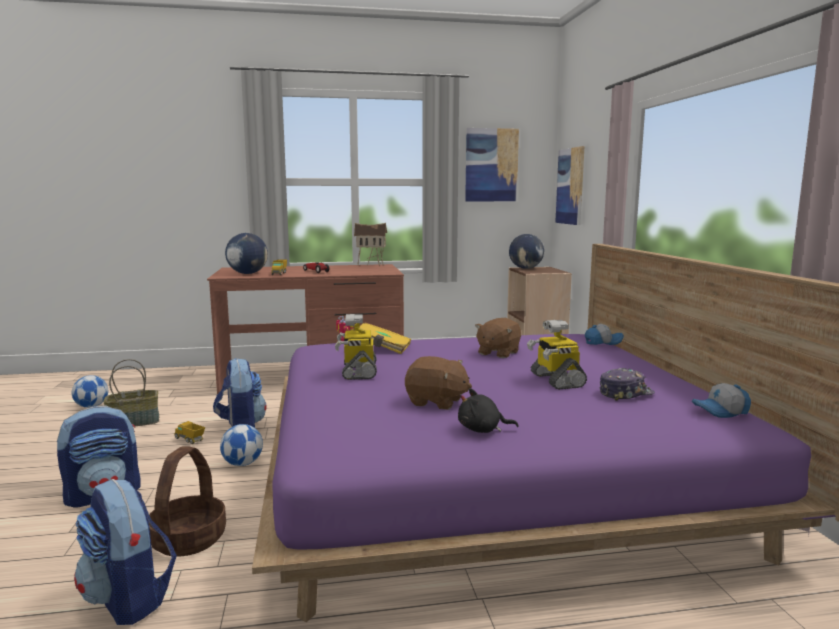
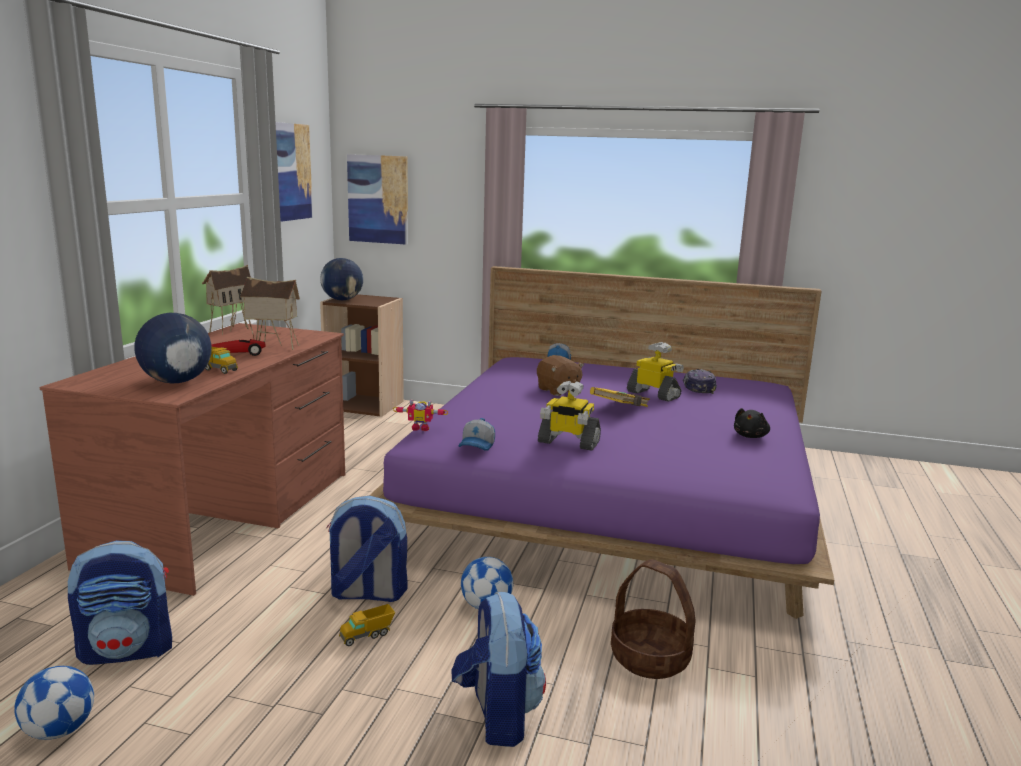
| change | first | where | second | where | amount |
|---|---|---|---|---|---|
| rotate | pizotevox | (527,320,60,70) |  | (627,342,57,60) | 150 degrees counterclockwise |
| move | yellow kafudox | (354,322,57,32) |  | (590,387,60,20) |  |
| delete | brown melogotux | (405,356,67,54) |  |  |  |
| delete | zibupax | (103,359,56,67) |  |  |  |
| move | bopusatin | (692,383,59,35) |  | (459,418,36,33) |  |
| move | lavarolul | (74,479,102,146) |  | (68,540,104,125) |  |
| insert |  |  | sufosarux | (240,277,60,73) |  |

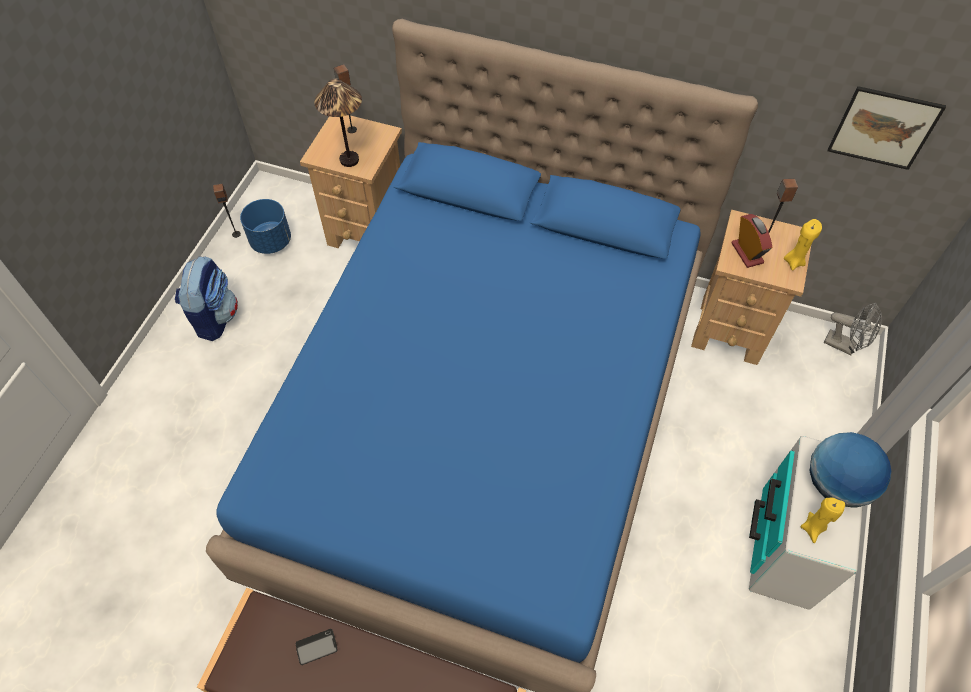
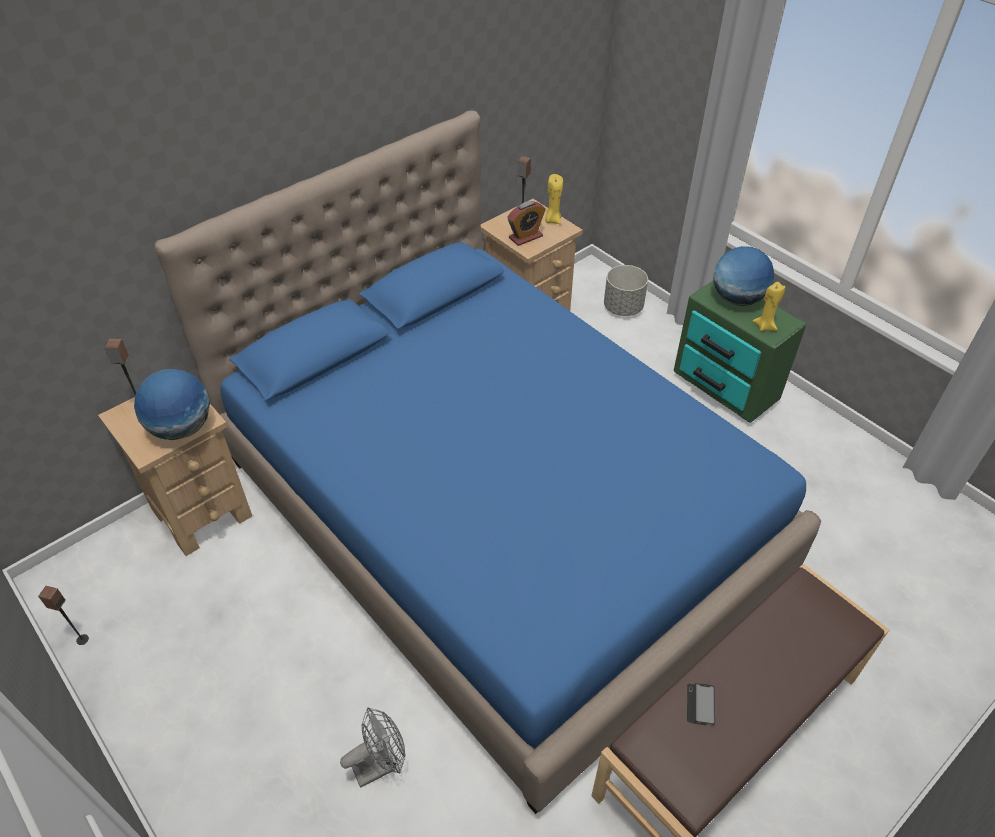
| change | first | where | second | where | amount |
|---|---|---|---|---|---|
| replace | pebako | (314,79,48,88) | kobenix | (134,369,76,71) |  |
| delete | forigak | (828,86,118,84) |  |  |  |
| delete | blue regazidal | (240,199,51,55) |  |  |  |
| rotate | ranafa | (731,214,41,54) |  | (507,201,39,45) | 135 degrees clockwise |
| delete | lavarolul | (175,256,63,85) |  |  |  |
| move | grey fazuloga | (824,303,58,52) |  | (340,707,66,81) |  |
| recolor | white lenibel | (749,436,114,174) | green lenibel | (674,281,132,141) |  |
| insert |  |  | grey regazidal | (604,265,44,51) |  |

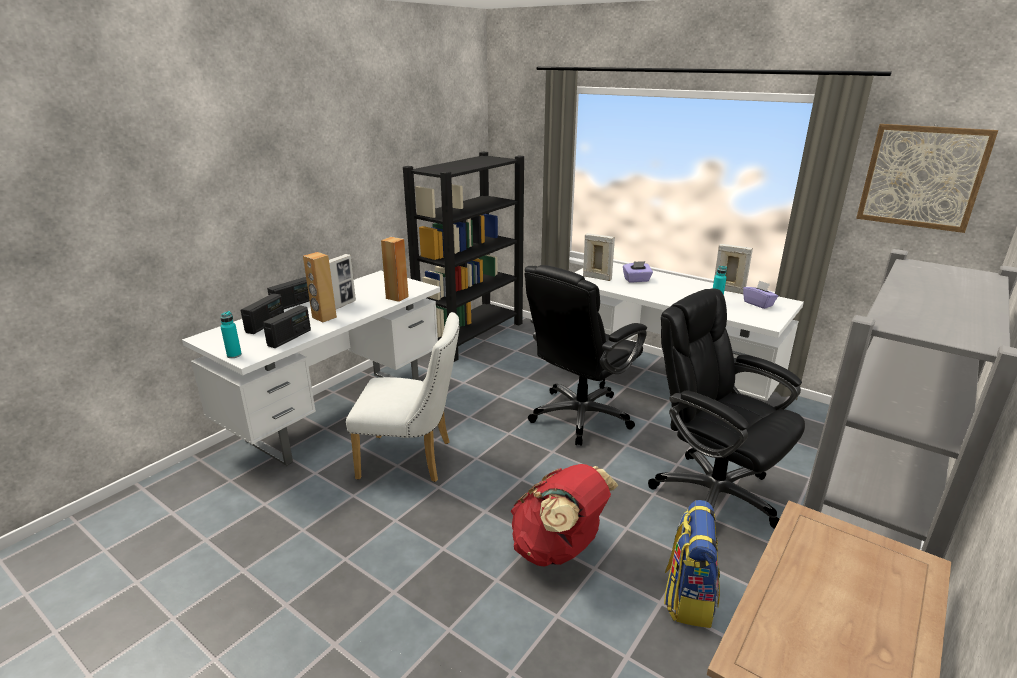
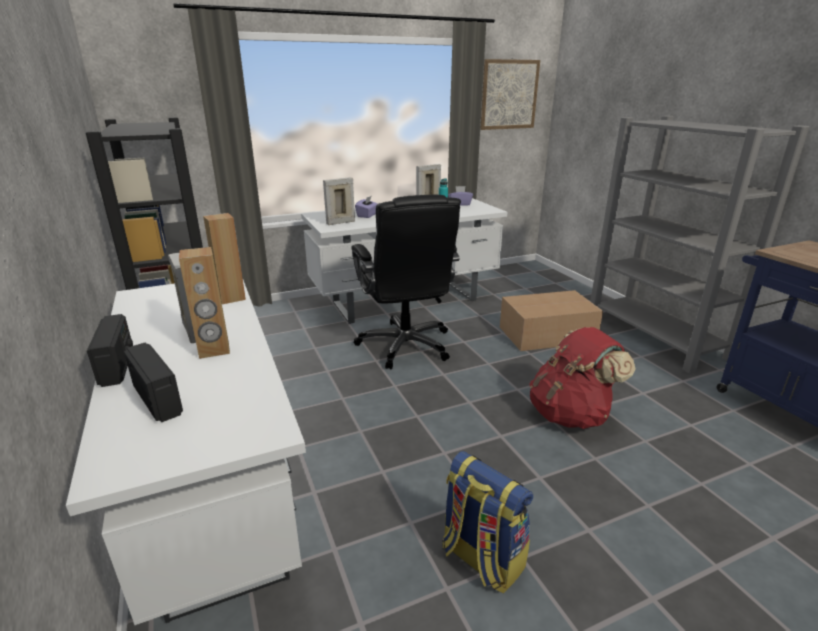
| change | first | where | second | where | amount |
|---|---|---|---|---|---|
| replace | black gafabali | (648,288,157,241) | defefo | (500,290,103,61) |  |
| delete | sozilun | (263,305,48,43) |  |  |  |
| delete | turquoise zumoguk | (220,311,22,47) |  |  |  |
| delete | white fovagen | (346,312,114,170) |  |  |  |
| move | lavarolul | (664,500,56,128) |  | (442,451,91,142) |  |

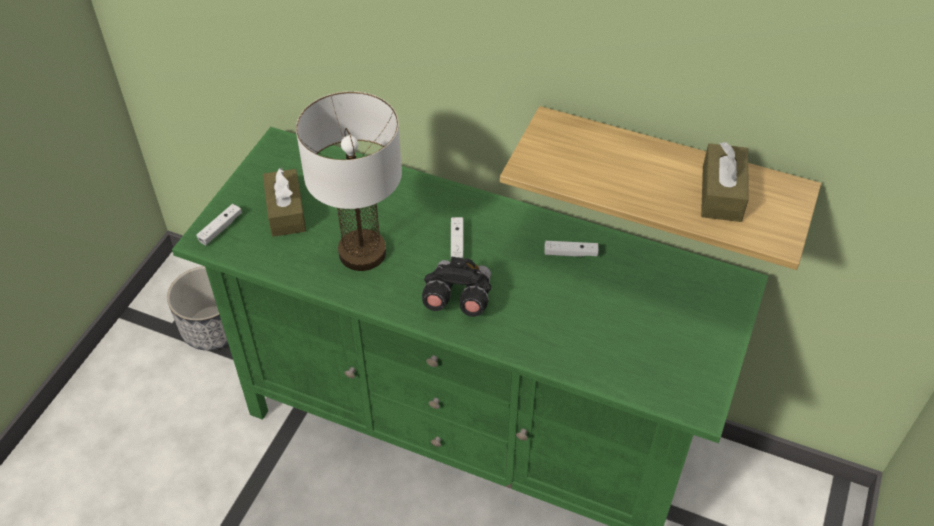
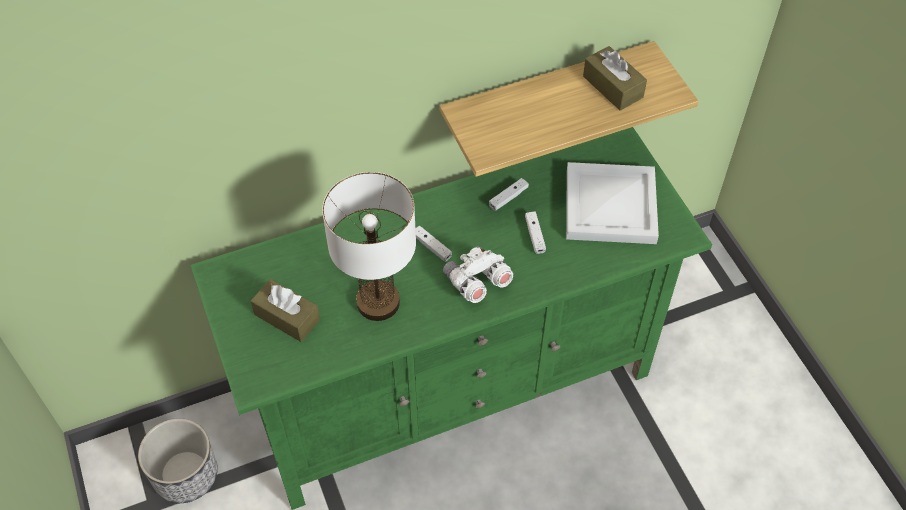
| change | first | where | second | where | amount |
|---|---|---|---|---|---|
| move | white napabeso | (197,204,45,41) |  | (525,211,21,43) |  |
| recolor | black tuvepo | (422,257,70,60) | white tuvepo | (443,246,70,57) |  |
| insert |  |  | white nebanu | (566,162,93,82) |  |

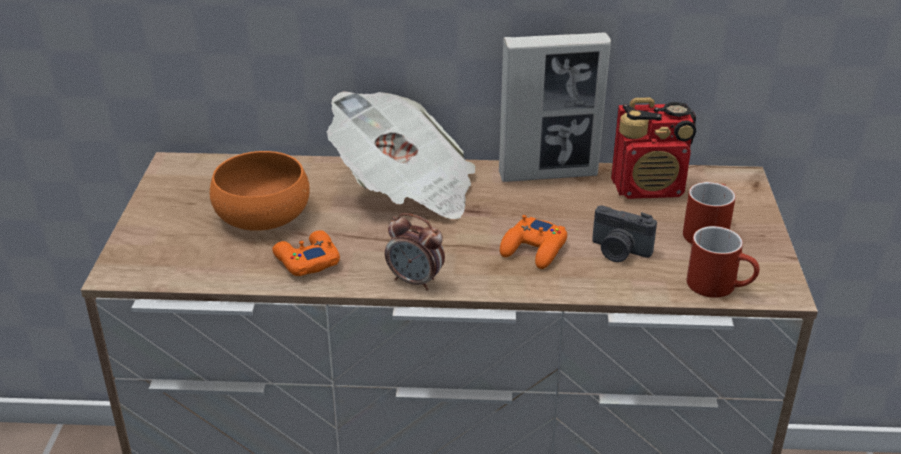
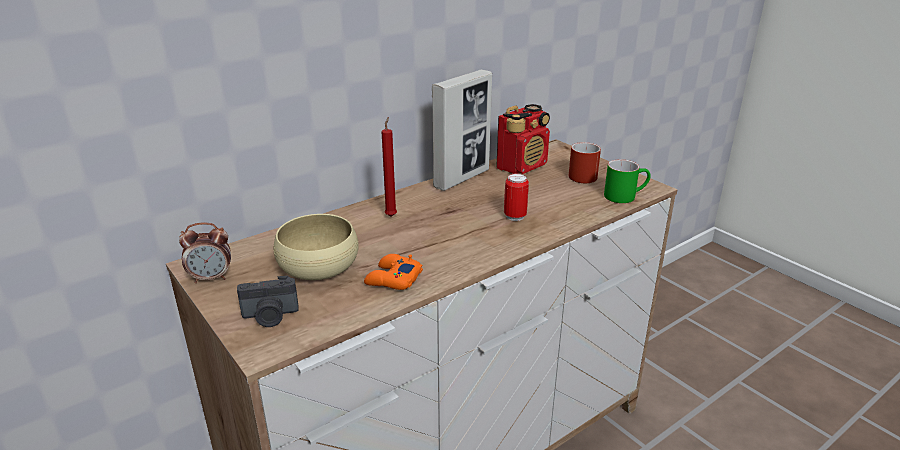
| change | first | where | second | where | amount |
|---|---|---|---|---|---|
| replace | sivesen | (327,91,149,128) | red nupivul | (382,117,15,100) |  |
| recolor | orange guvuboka | (210,151,100,80) | beige guvuboka | (273,214,86,66) |  |
| move | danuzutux | (592,205,65,57) |  | (237,276,62,51) |  |
| move | ranafa | (385,213,60,77) |  | (179,222,52,61) |  |
| replace | orange napabeso | (500,215,67,54) | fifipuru | (504,173,25,48) |  |
| recolor | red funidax | (687,226,73,72) | green funidax | (604,159,47,44) |  |

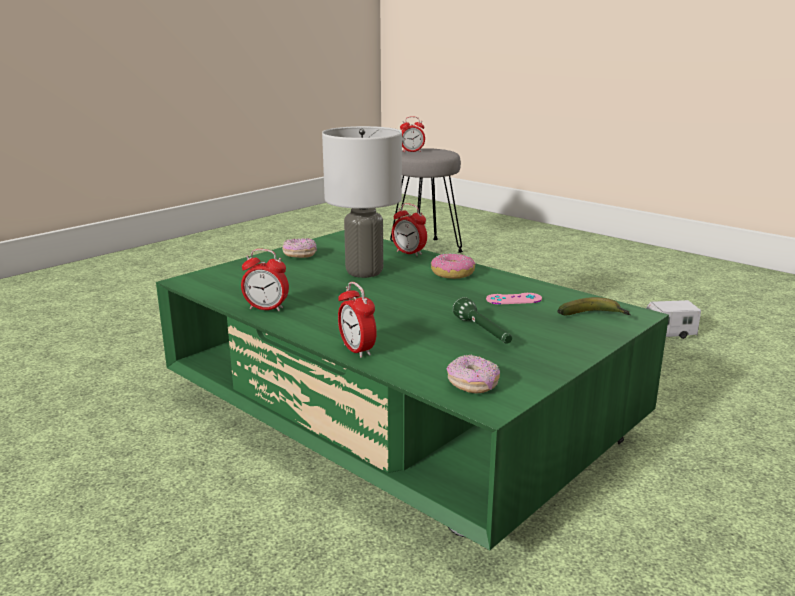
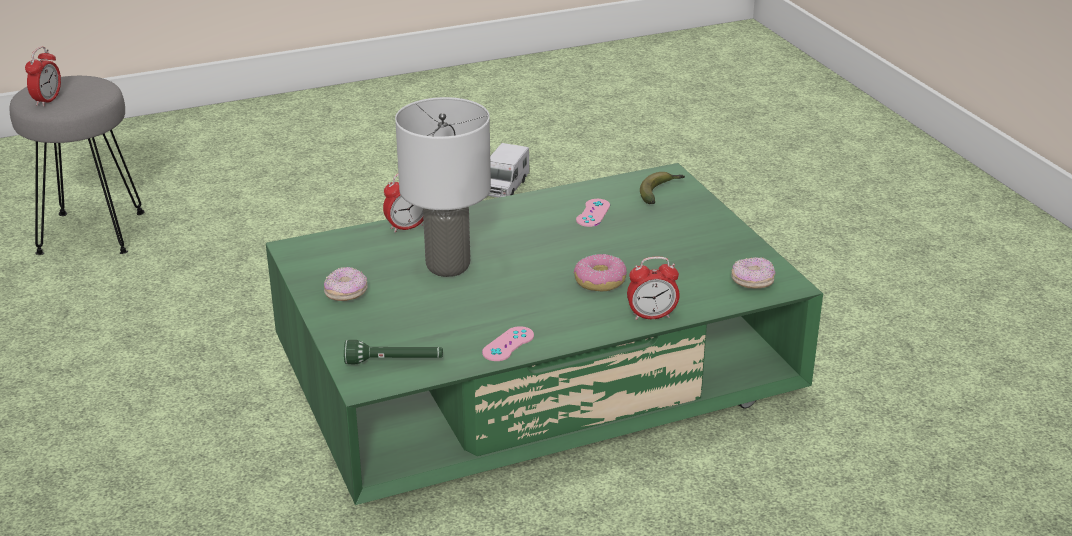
| change | first | where | second | where | amount |
|---|---|---|---|---|---|
| replace | ranafa | (241,249,48,62) | pink napabeso | (482,326,52,35) |  |
| move | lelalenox | (431,253,44,26) |  | (574,254,53,37) |  |
| move | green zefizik | (453,297,59,46) |  | (344,340,99,24) |  |

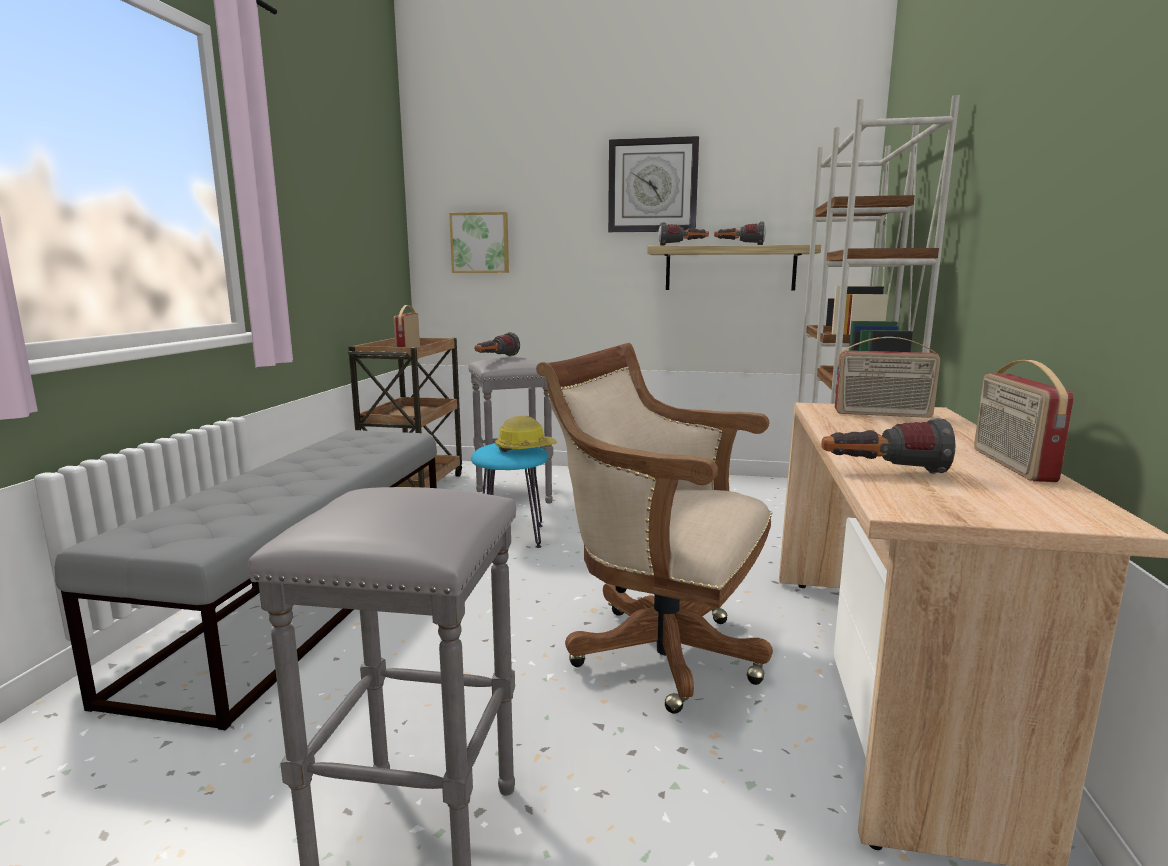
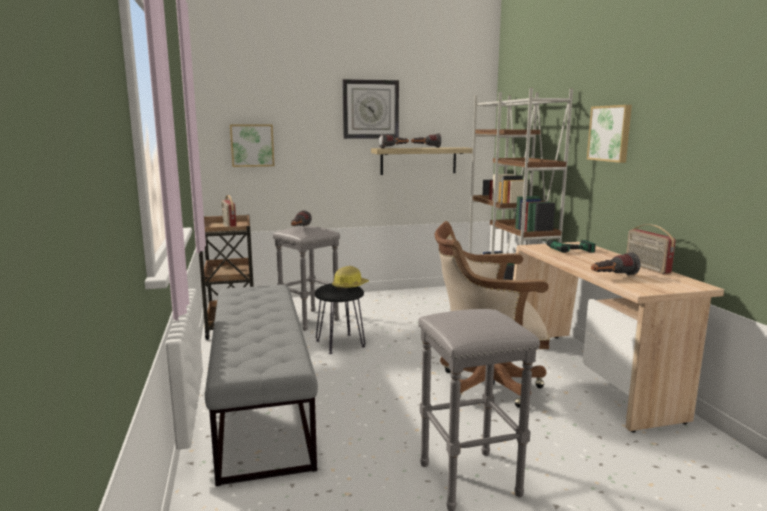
| change | first | where | second | where | amount |
|---|---|---|---|---|---|
| replace | sozilun | (835,337,105,81) | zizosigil | (545,240,51,13) |  |
| recolor | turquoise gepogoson | (471,444,77,104) | black gepogoson | (315,284,51,70) |  |
| insert |  |  | forigak | (587,105,45,58) |  |

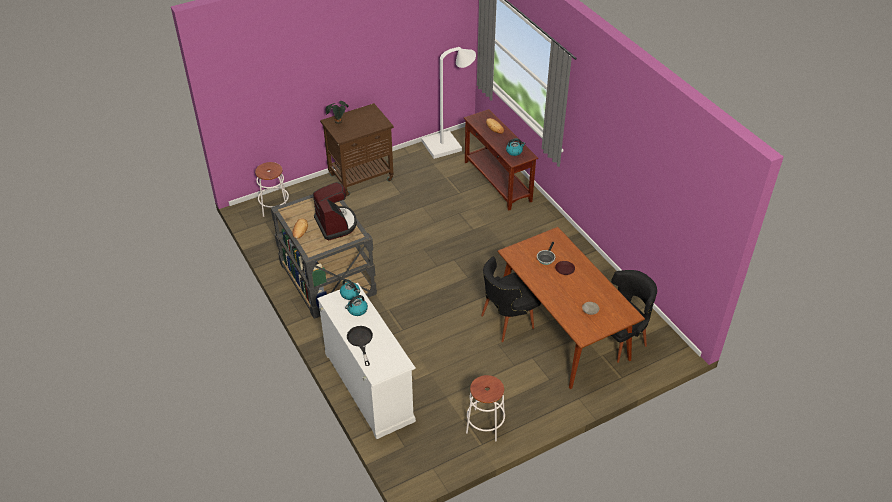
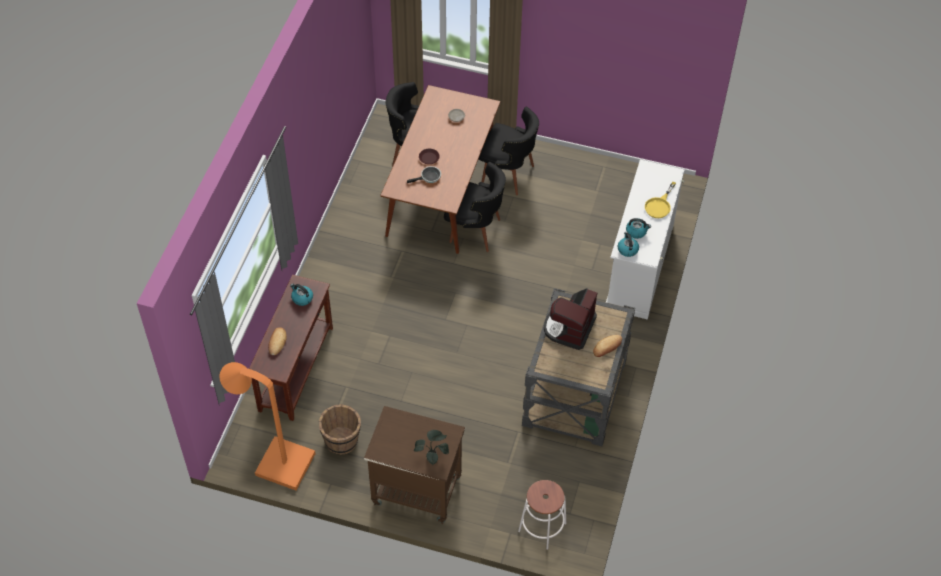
| change | first | where | second | where | amount |
|---|---|---|---|---|---|
| recolor | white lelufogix | (422,47,54,112) | orange lelufogix | (220,362,96,128) |  |
| recolor | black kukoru | (347,326,26,40) | yellow kukoru | (645,181,31,37) |  |
| delete | white gepogoson | (466,375,39,67) |  |  |  |
| insert |  |  | black fovagen | (479,106,60,89) |  |
| insert |  |  | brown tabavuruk | (319,404,42,51) |  |

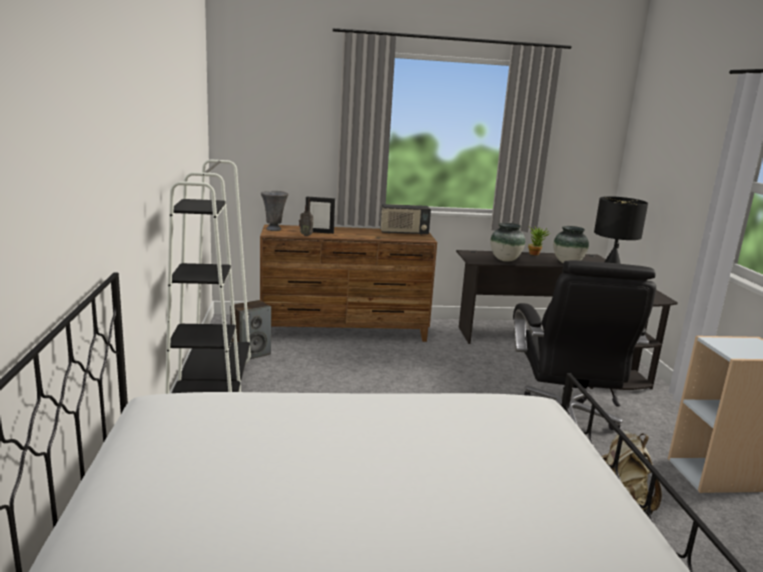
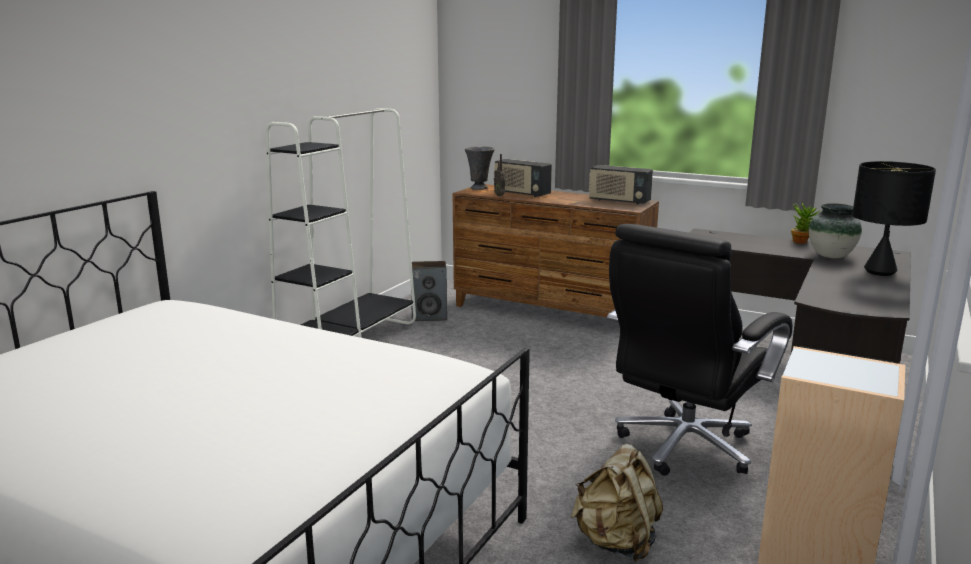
| change | first | where | second | where | amount |
|---|---|---|---|---|---|
| replace | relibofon | (306,196,29,38) | sozilun | (494,159,58,38) |  |
| delete | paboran | (490,223,35,39) |  |  |  |

